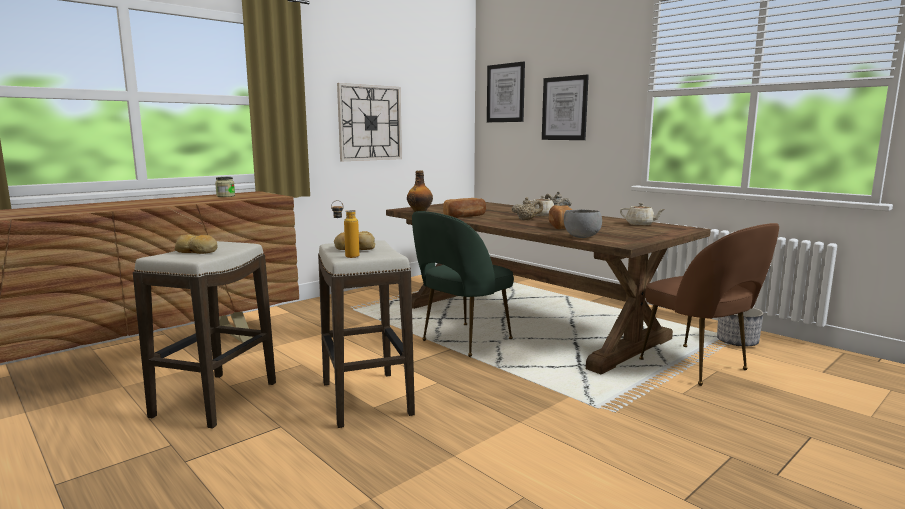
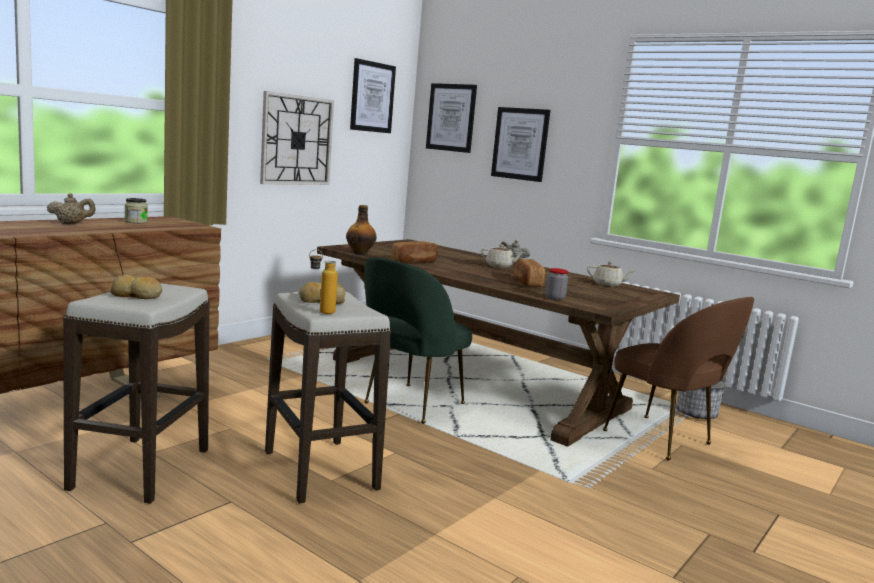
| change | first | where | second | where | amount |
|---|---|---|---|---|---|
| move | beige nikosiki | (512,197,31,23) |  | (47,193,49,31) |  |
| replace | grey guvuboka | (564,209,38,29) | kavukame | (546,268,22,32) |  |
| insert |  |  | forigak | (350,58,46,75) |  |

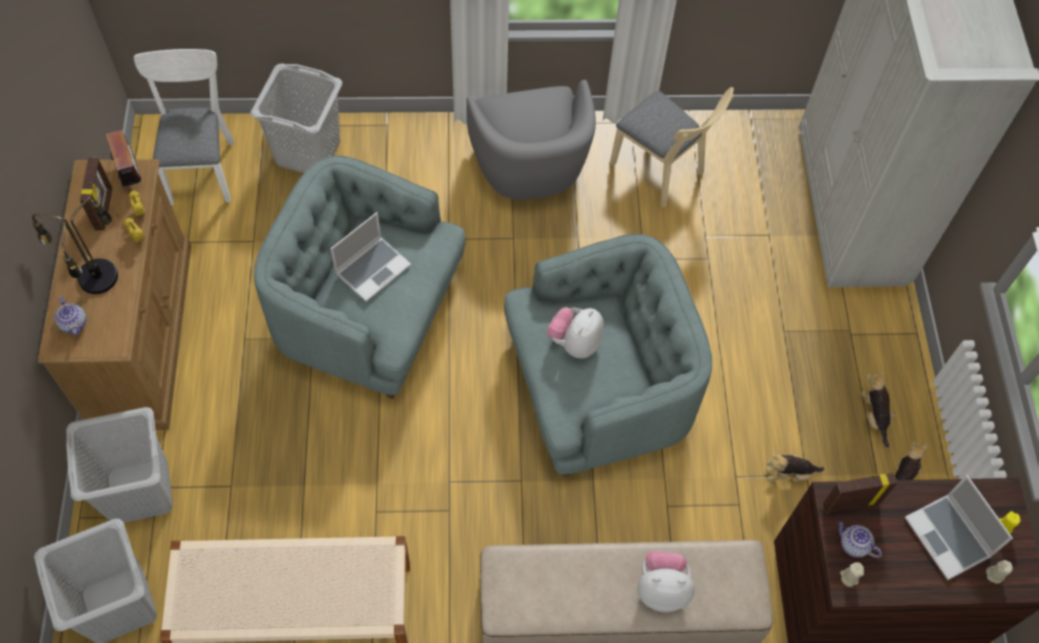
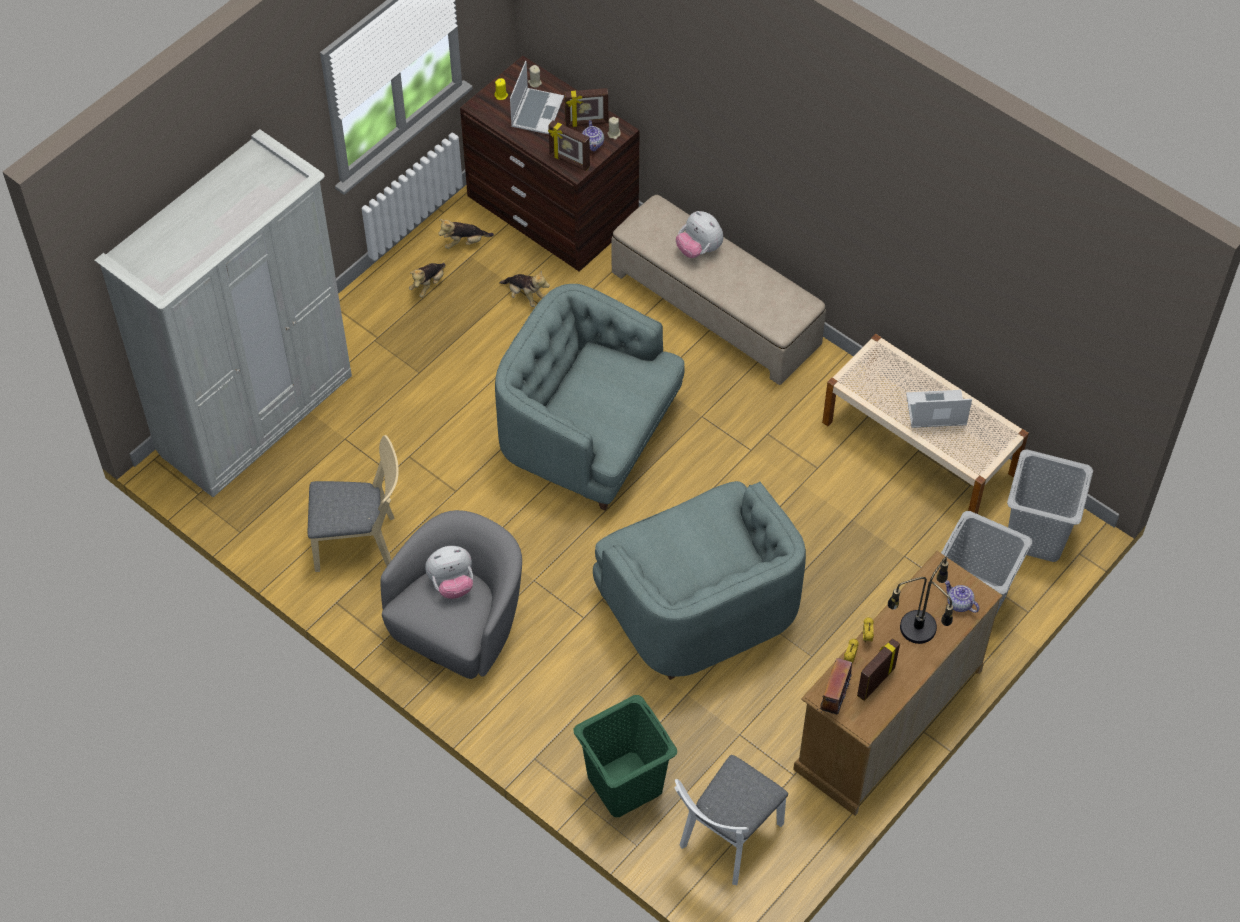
| change | first | where | second | where | amount |
|---|---|---|---|---|---|
| recolor | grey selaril | (251,63,91,110) | green selaril | (573,695,104,122) |  |
| rotate | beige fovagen | (610,87,124,120) |  | (308,435,91,137) | 90 degrees clockwise |
| move | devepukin | (330,212,81,90) |  | (906,390,66,38) |  |
| rotate | nikosiki | (54,296,33,39) |  | (945,580,34,33) | 60 degrees counterclockwise |
| move | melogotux | (547,307,57,52) |  | (425,546,48,53) |  |
| insert |  |  | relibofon | (565,88,43,39) |  |

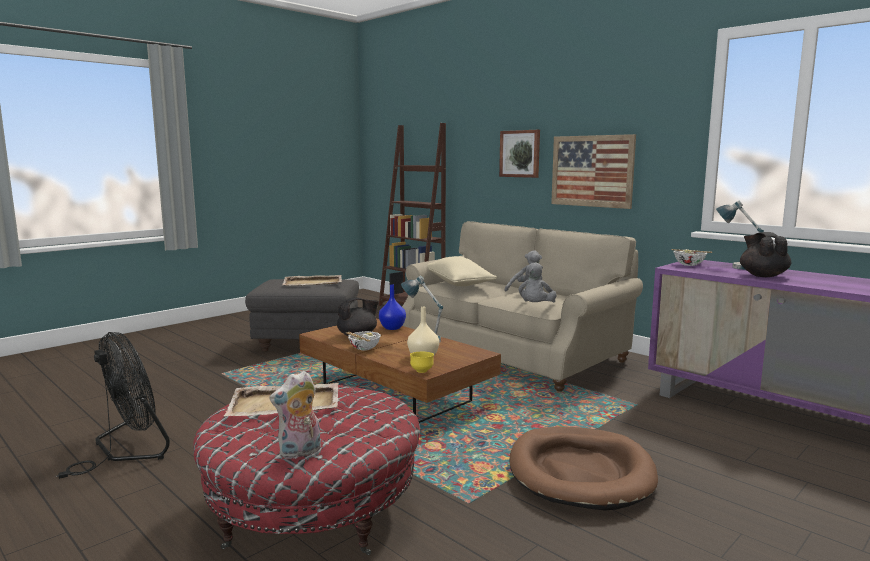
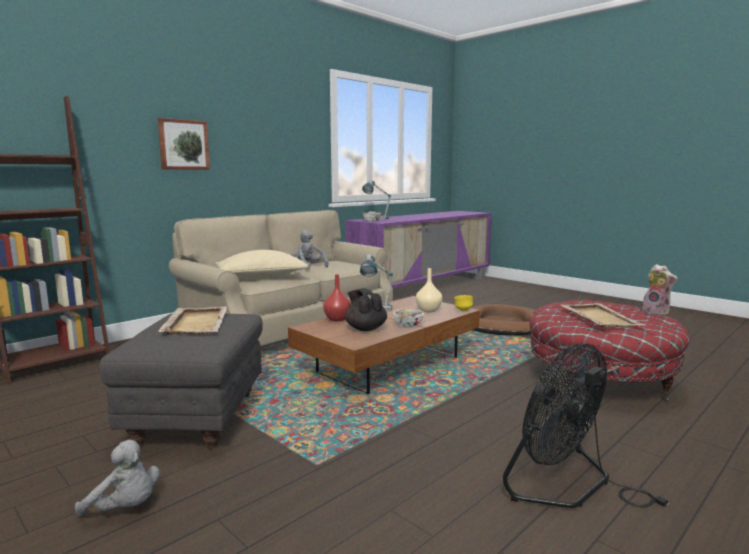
| change | first | where | second | where | amount |
|---|---|---|---|---|---|
| delete | forigak | (551,134,85,75) |  |  |  |
| delete | black nikosiki | (740,232,51,45) |  |  |  |
| move | grey melogotux | (518,262,39,40) |  | (75,440,85,77) |  |
| recolor | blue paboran | (379,284,27,46) | red paboran | (323,274,28,47) |  |

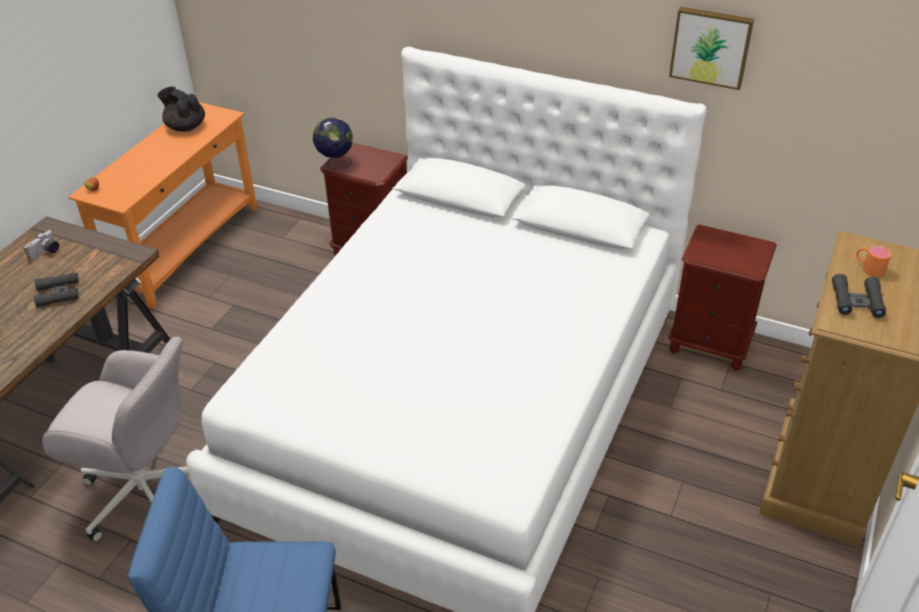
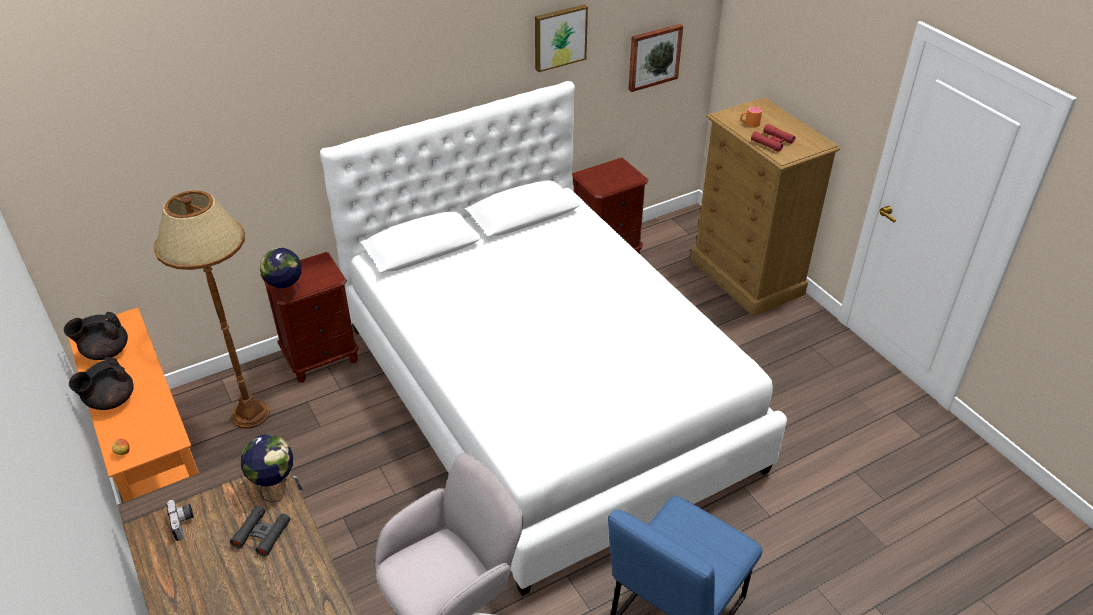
| change | first | where | second | where | amount |
|---|---|---|---|---|---|
| recolor | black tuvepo | (832,274,54,44) | red tuvepo | (751,124,44,28) |  |
| insert |  |  | forigak | (628,24,55,68) |  |
| insert |  |  | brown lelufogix | (154,190,116,239) |  |
| insert |  |  | black nikosiki | (69,357,65,53) |  |
| insert |  |  | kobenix | (241,434,52,68) |  |

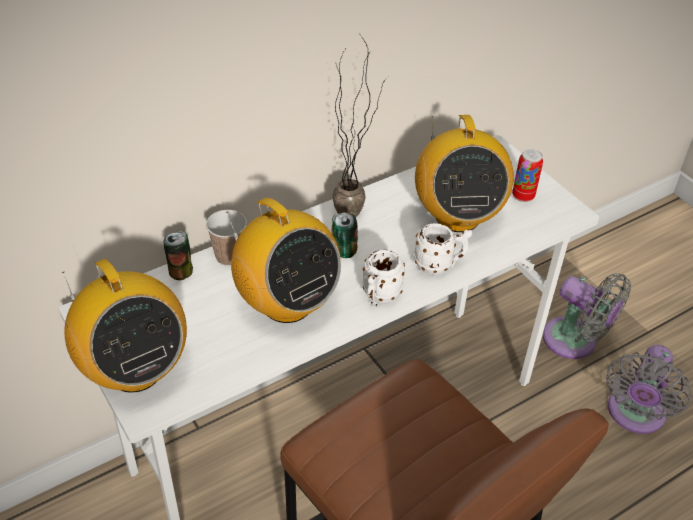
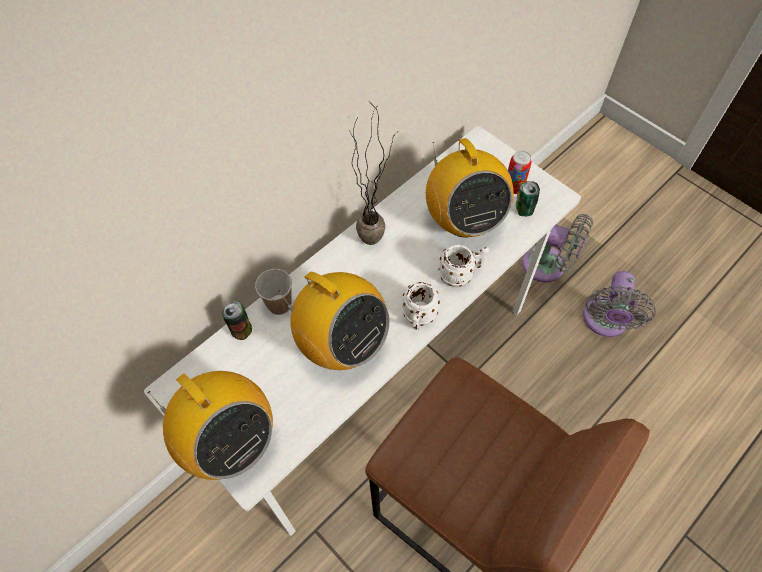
| change | first | where | second | where | amount |
|---|---|---|---|---|---|
| move | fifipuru | (331,212,27,46) |  | (516,181,24,35) |  |

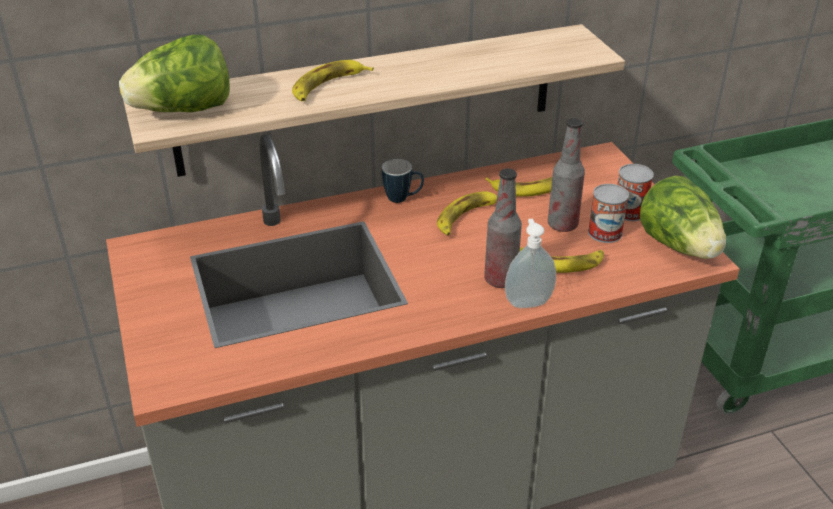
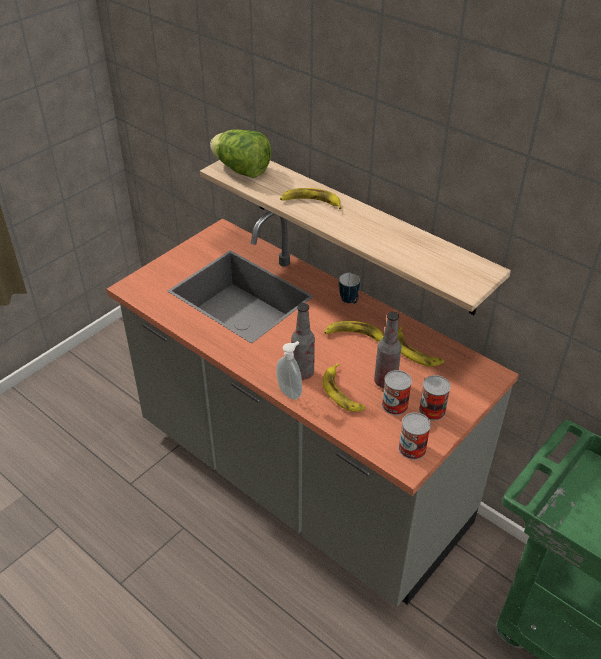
| change | first | where | second | where | amount |
|---|---|---|---|---|---|
| replace | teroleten | (640,176,86,83) | fifipuru | (398,413,33,47) |  |

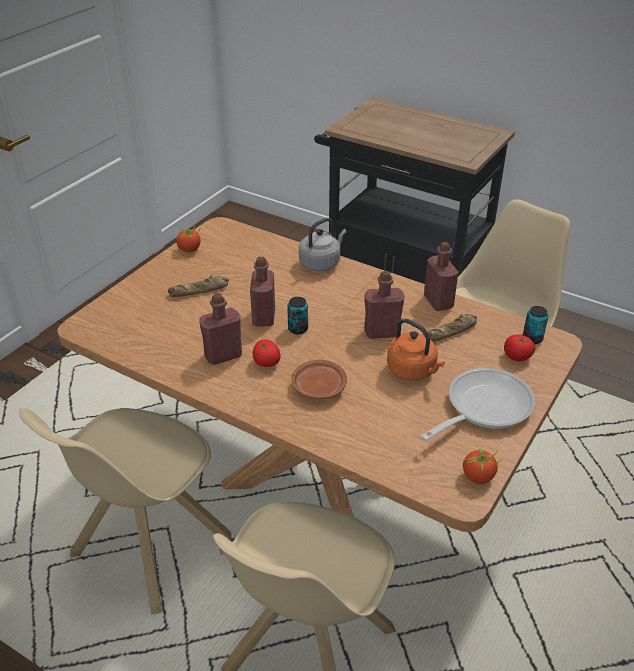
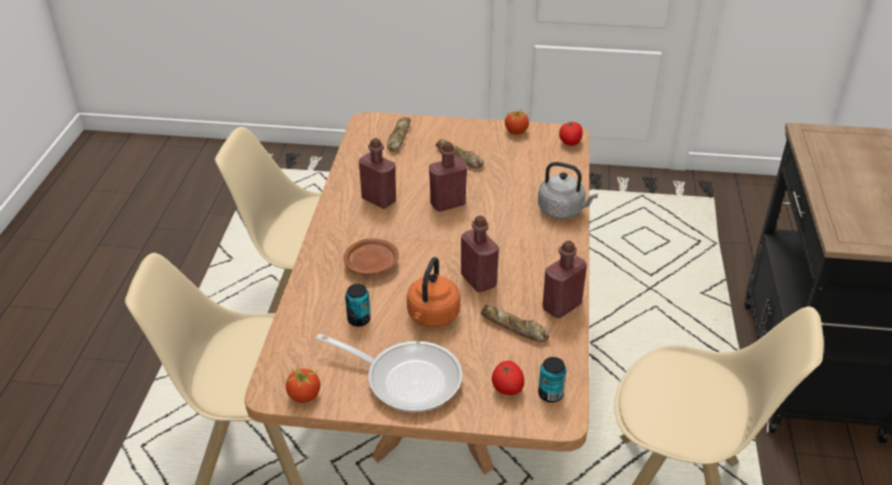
| change | first | where | second | where | amount |
|---|---|---|---|---|---|
| move | fifipuru | (287,297,21,37) |  | (345,284,26,43) |  |
| move | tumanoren | (253,339,28,28) |  | (559,121,24,25) |  |
| insert |  |  | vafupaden | (387,117,24,35) |  |

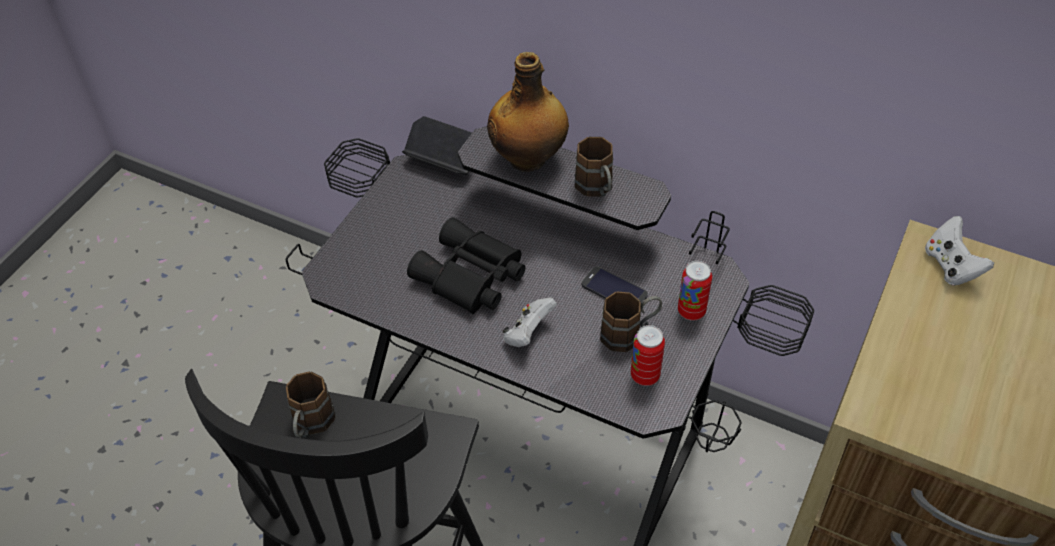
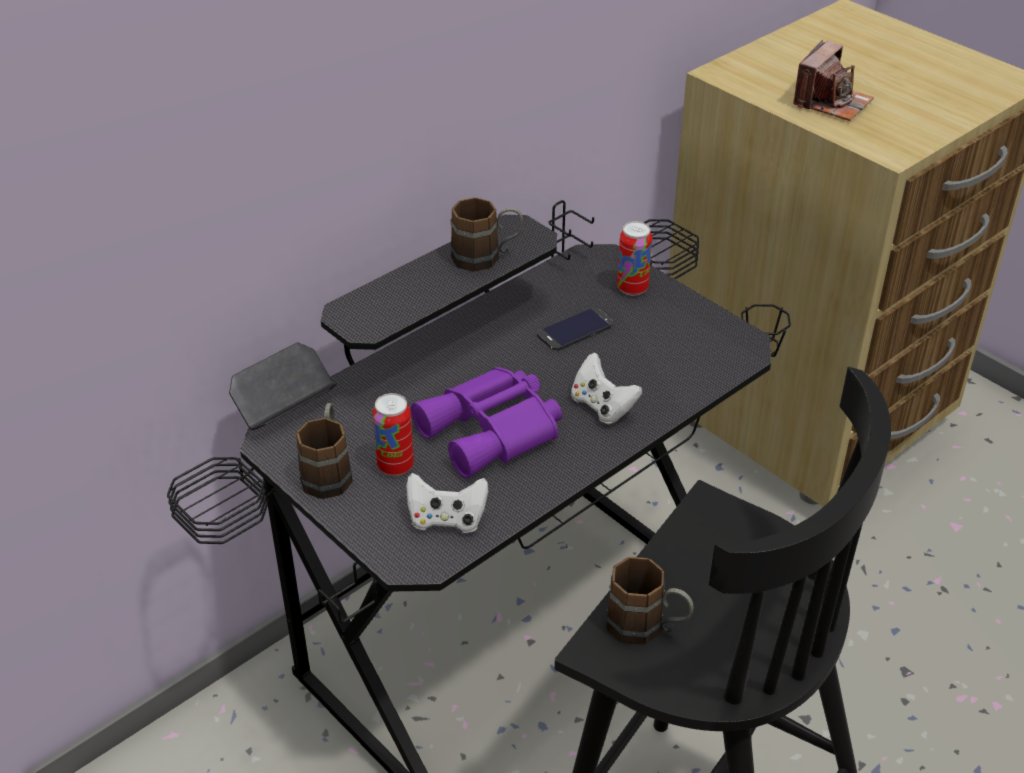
| change | first | where | second | where | amount |
|---|---|---|---|---|---|
| delete | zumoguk | (487,52,82,120) |  |  |  |
| move | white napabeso | (925,216,69,70) |  | (406,473,82,60) |  |
| recolor | black tuvepo | (407,217,118,97) | purple tuvepo | (411,367,151,111) |  |
| move | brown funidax | (600,292,62,60) |  | (296,403,57,96) |  |
| move | fifipuru | (631,325,34,61) |  | (373,393,41,83) |  |
| insert |  |  | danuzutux | (793,40,81,81) |  |

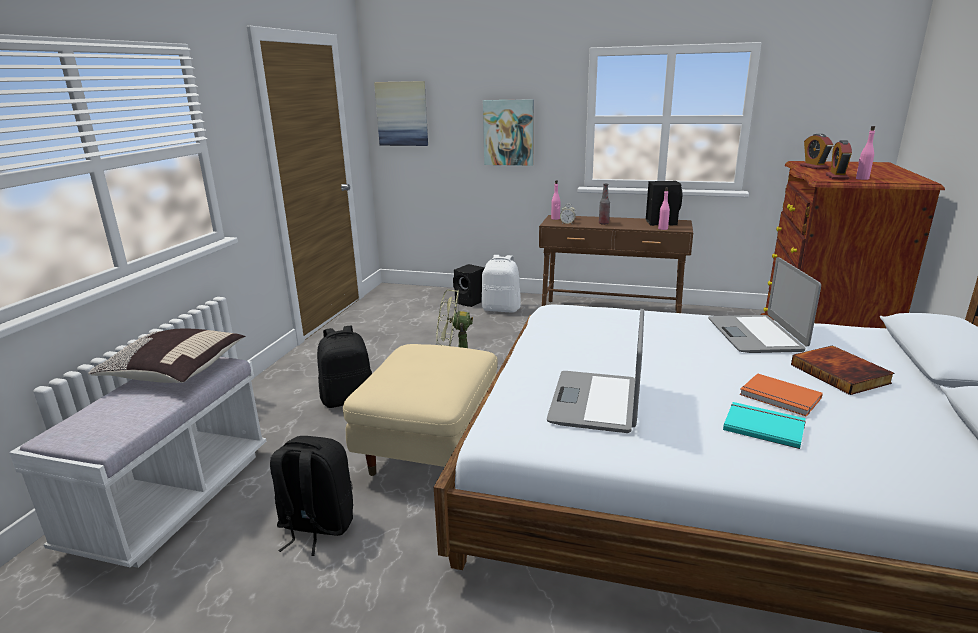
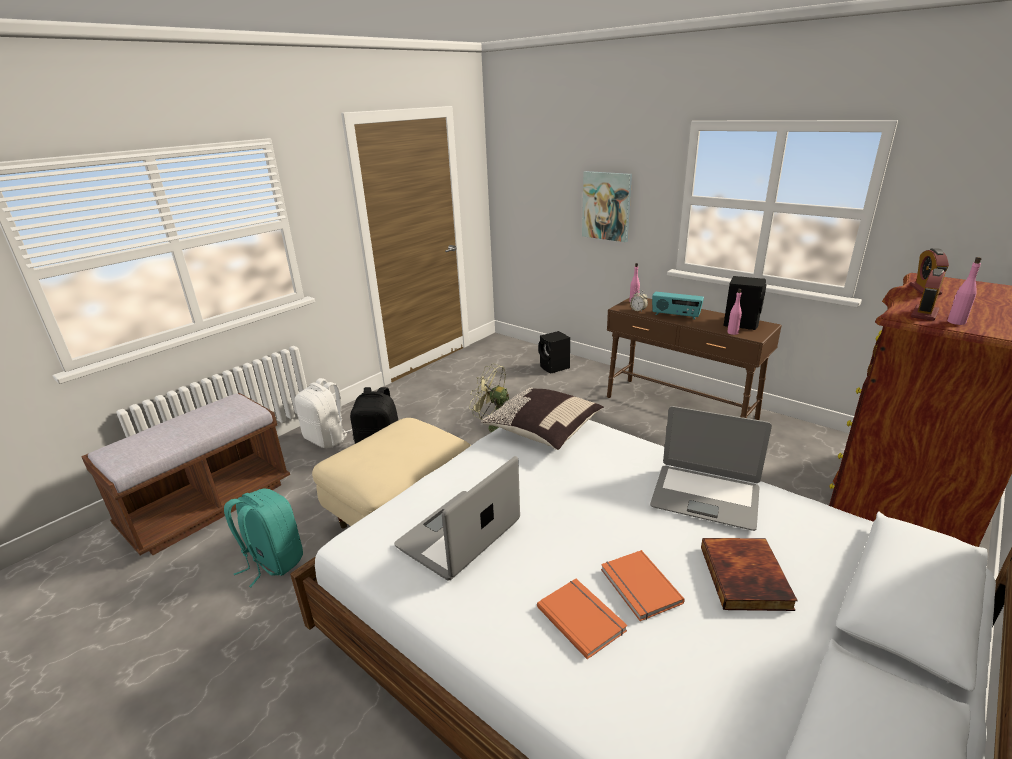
| change | first | where | second | where | amount |
|---|---|---|---|---|---|
| delete | forigak | (374,81,54,65) |  |  |  |
| replace | zumoguk | (599,184,11,41) | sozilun | (652,292,52,28) |  |
| move | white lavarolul | (482,255,39,57) |  | (295,378,57,70) |  |
| rotate | devepukin | (708,257,113,96) |  | (650,406,122,125) | 90 degrees counterclockwise |
| move | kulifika | (88,328,157,55) |  | (481,388,123,62) |  |
| recolor | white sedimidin | (9,357,257,211) | brown sedimidin | (81,393,209,162) |  |
| recolor | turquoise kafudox | (723,402,83,47) | orange kafudox | (537,579,91,81) |  |
| recolor | black lavarolul | (270,436,83,120) | turquoise lavarolul | (224,488,79,99) |  |

